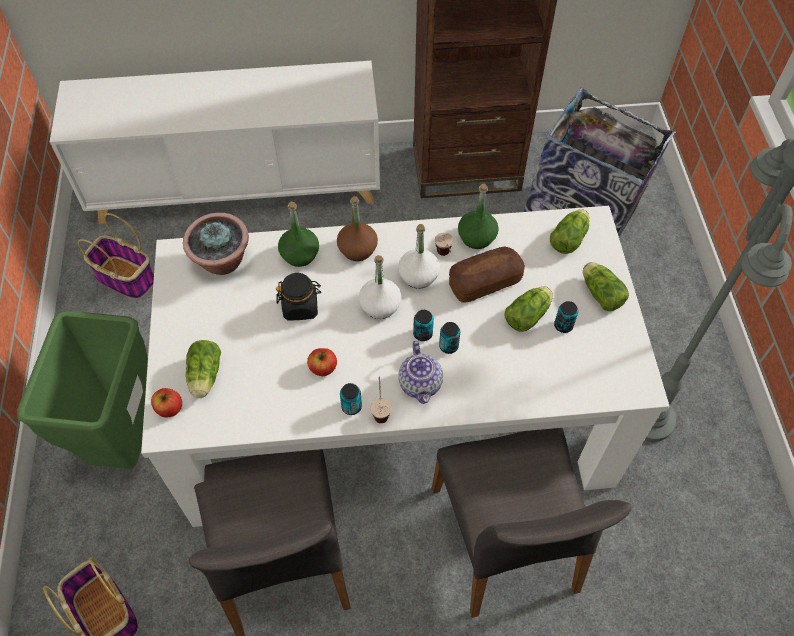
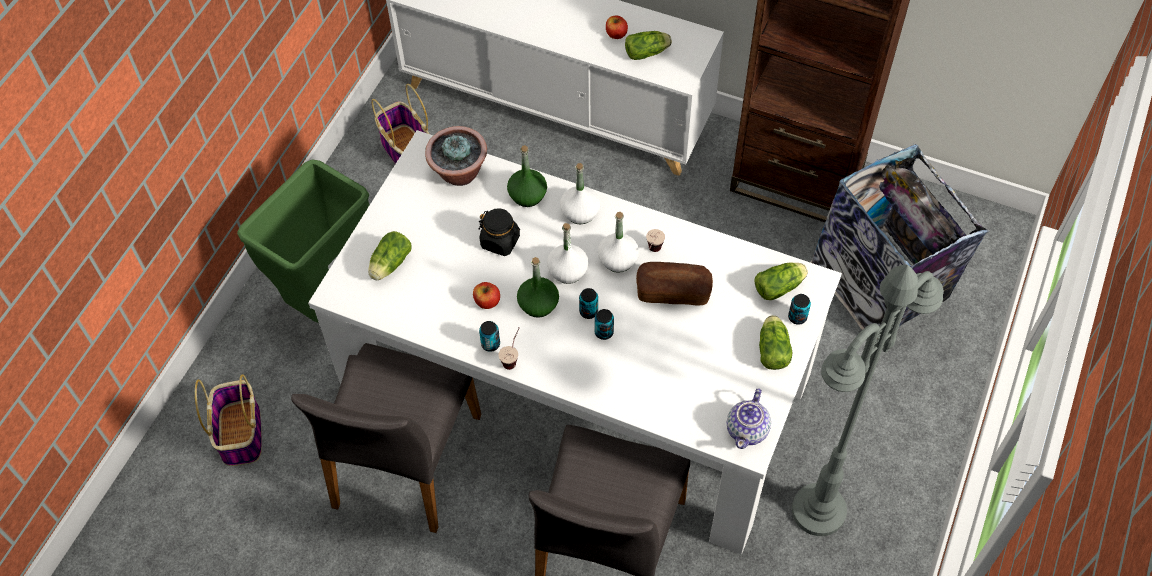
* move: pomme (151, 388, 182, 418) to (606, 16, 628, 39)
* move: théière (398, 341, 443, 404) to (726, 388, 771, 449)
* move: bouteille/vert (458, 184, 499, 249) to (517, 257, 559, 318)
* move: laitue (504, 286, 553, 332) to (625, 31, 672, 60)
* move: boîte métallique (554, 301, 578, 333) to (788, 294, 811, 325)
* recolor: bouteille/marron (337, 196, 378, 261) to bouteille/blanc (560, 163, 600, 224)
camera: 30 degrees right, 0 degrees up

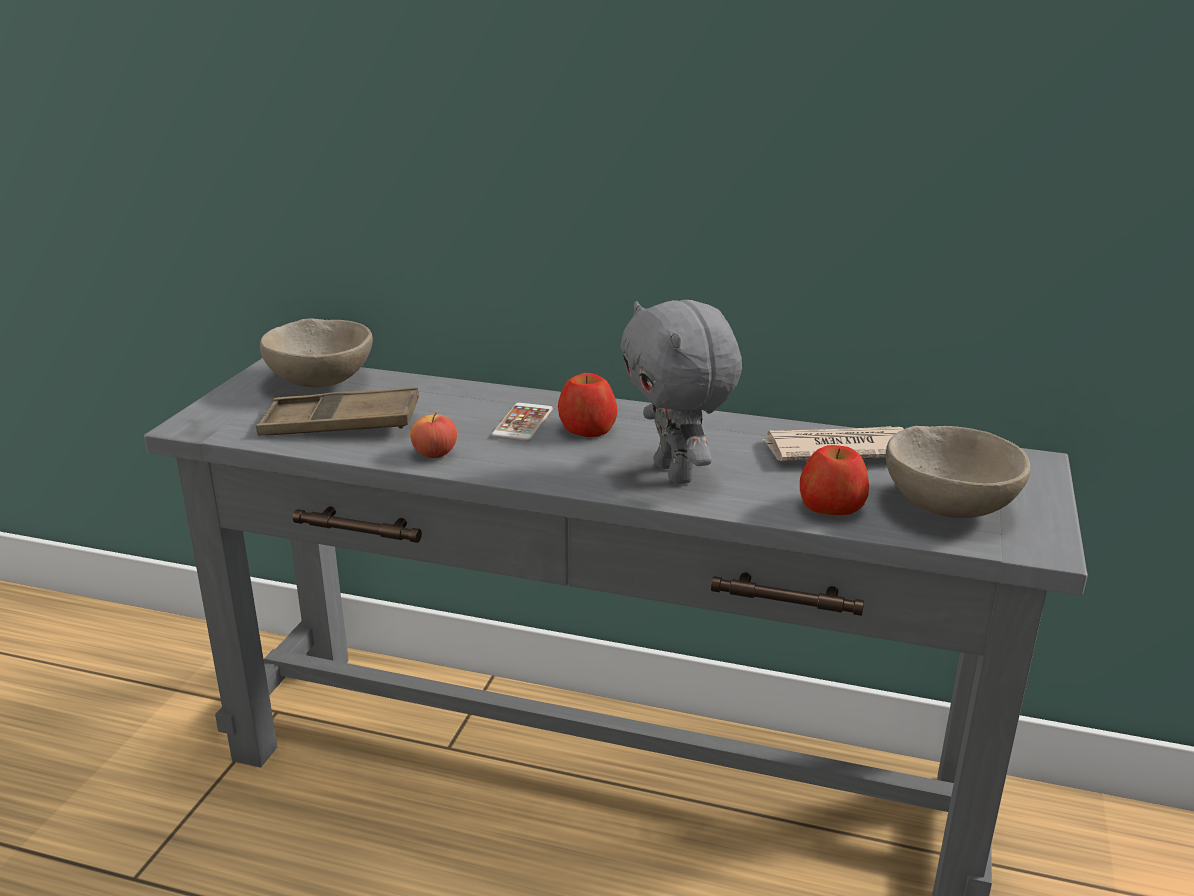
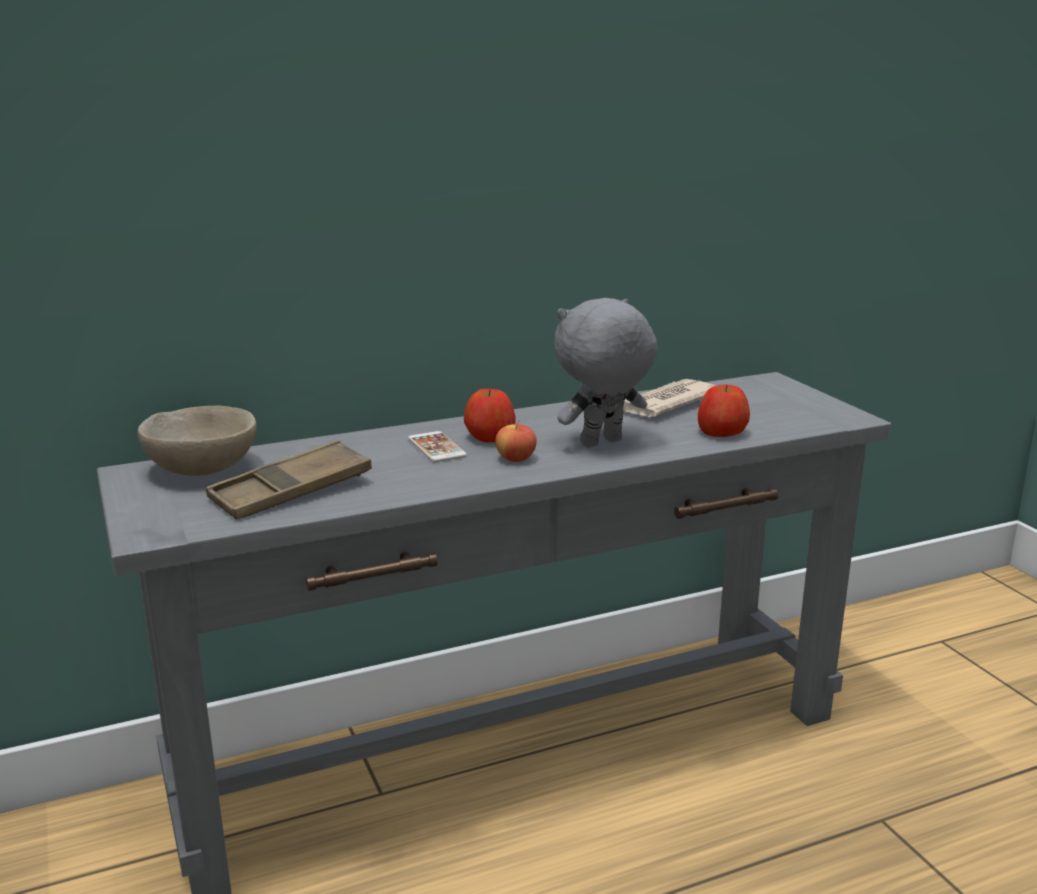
* delete: bol/beige (886, 426, 1030, 518)
* move: pomme (410, 412, 457, 458) to (495, 420, 537, 462)
* rotate: peluche/gris (620, 300, 742, 485) = (554, 298, 658, 448) 120 degrees clockwise
camera: 40 degrees left, 5 degrees down

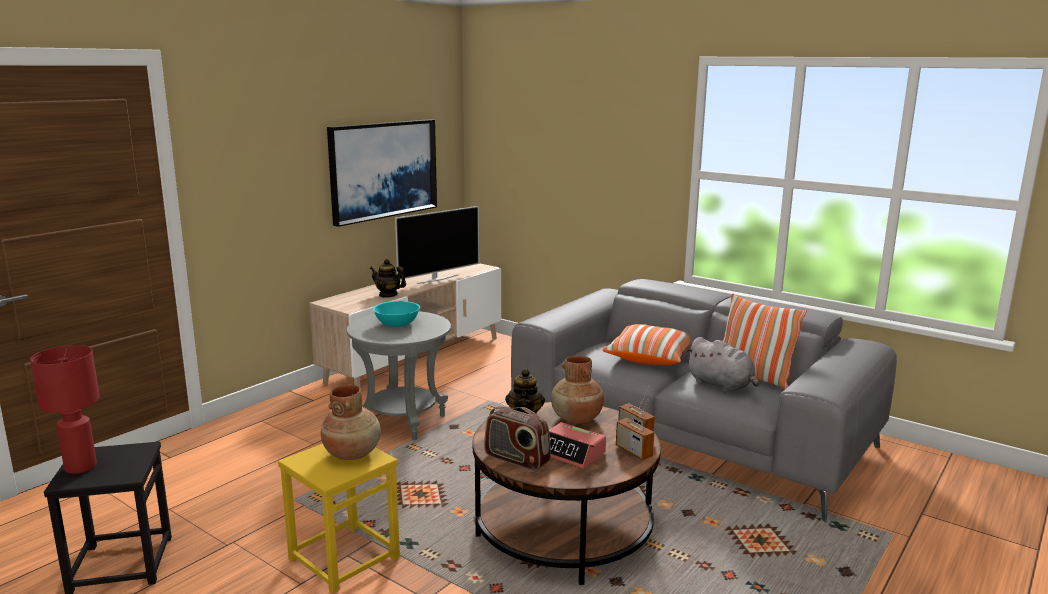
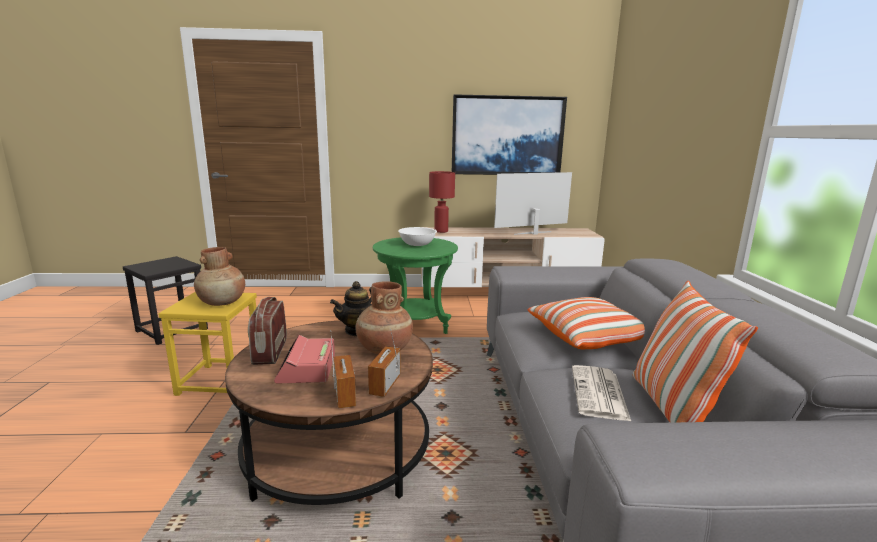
* delete: théière (370, 259, 406, 298)
* move: lampe de table/rouge (30, 345, 100, 474) to (429, 171, 455, 233)
* replace: peluche/gris (686, 337, 759, 392) to journal (572, 365, 631, 421)
* recolor: table d'appoint/gris (347, 311, 451, 440) to table d'appoint/vert (373, 237, 458, 334)
* recolor: bol/turquoise (373, 301, 420, 327) to bol/blanc (398, 227, 437, 246)
* rotate: téléviseur (395, 206, 479, 284) = (494, 172, 572, 235) 150 degrees clockwise
* rotate: radio (616, 399, 654, 460) = (330, 330, 356, 409) 150 degrees clockwise
camera: 50 degrees right, 0 degrees up

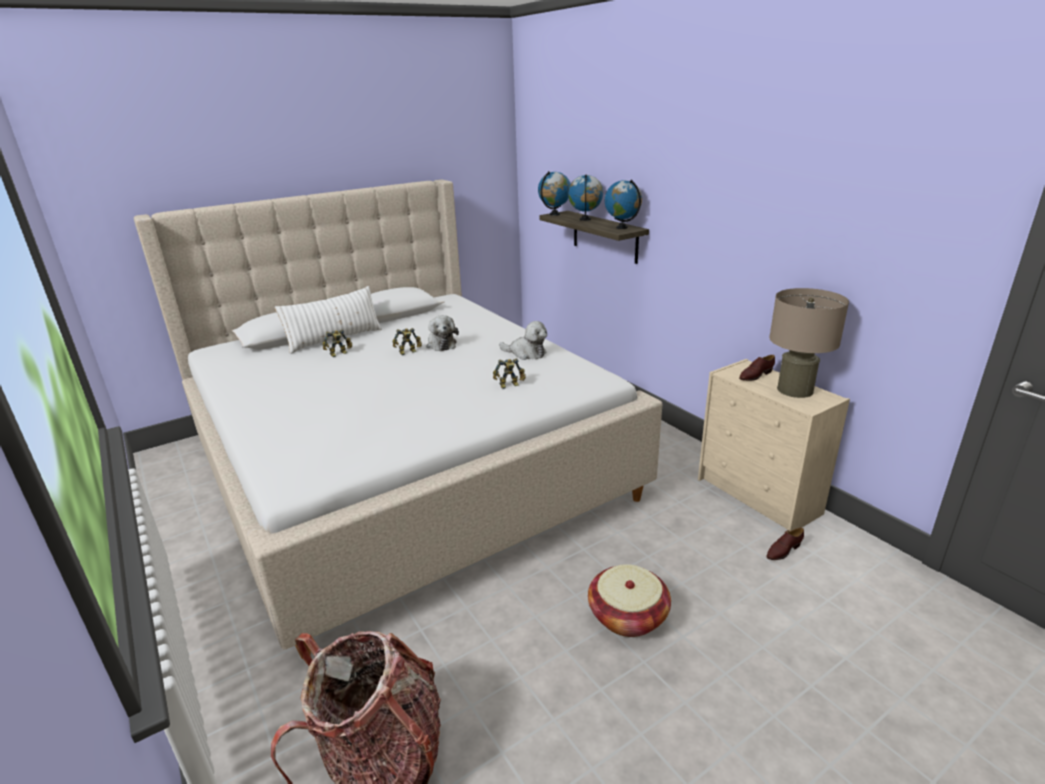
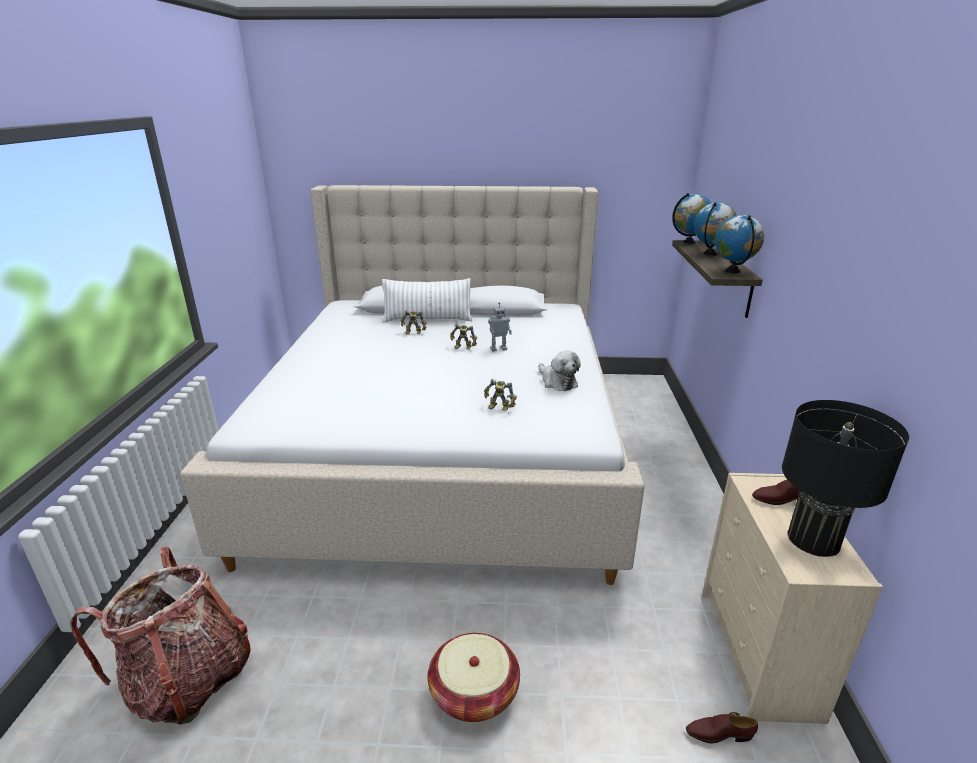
* replace: peluche (427, 315, 459, 351) to robot jouet (488, 302, 512, 352)
* recolor: lampe de table/beige (769, 288, 849, 398) to lampe de table/noir (782, 400, 909, 557)
camera: 35 degrees right, 0 degrees up

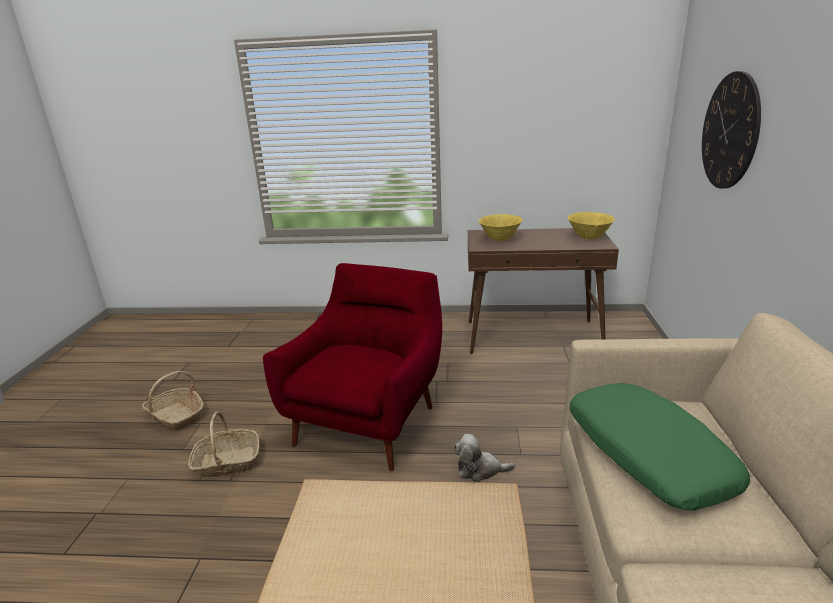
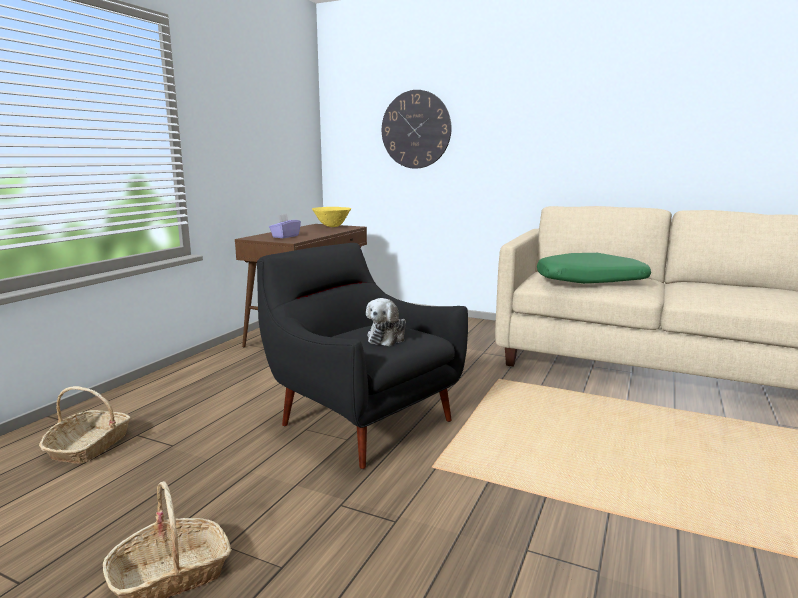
* move: panier (188, 412, 259, 478) to (39, 386, 131, 464)
* move: peluche (454, 434, 515, 482) to (366, 298, 406, 346)
* replace: bol/jaune (479, 214, 522, 241) to boîte à mouchoirs/violet (269, 214, 301, 238)
* recolor: fauteuil/rouge (263, 263, 442, 471) to fauteuil/noir (257, 243, 468, 469)
camera: 70 degrees left, 10 degrees down

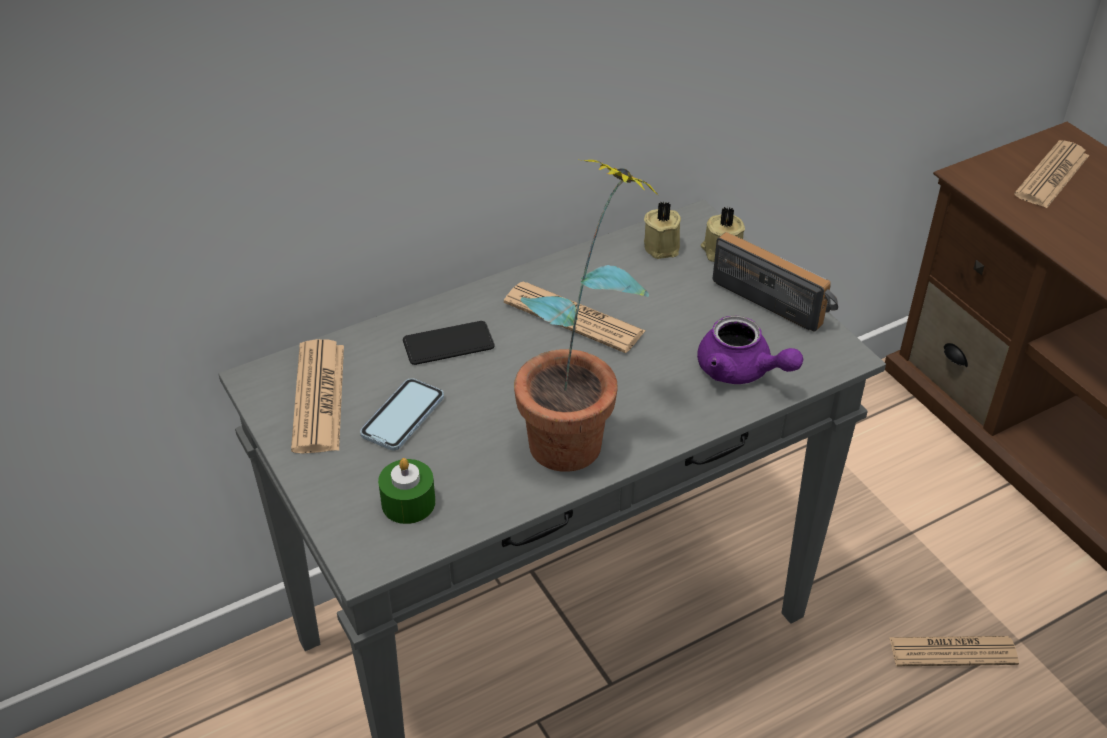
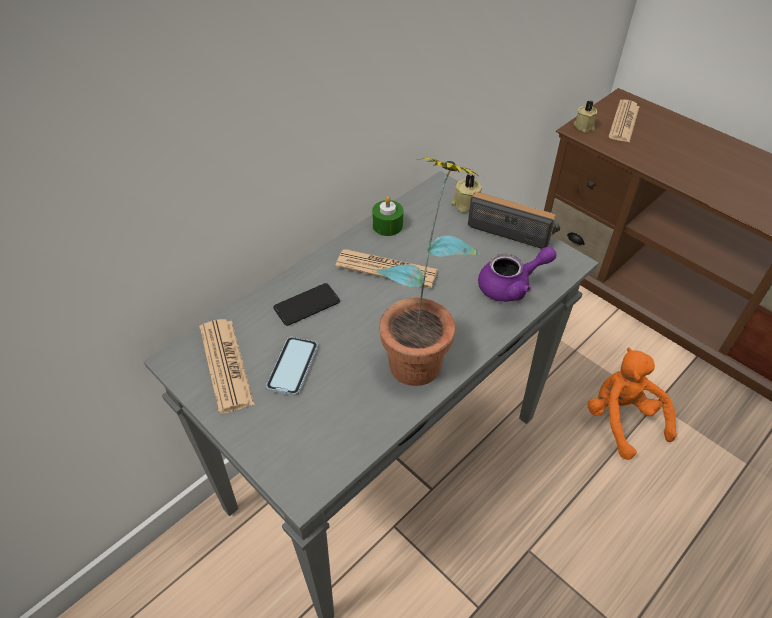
* move: bougie/vert (378, 458, 436, 524) to (372, 196, 403, 236)
* move: bougie/beige (644, 201, 681, 259) to (574, 100, 597, 132)
* replace: journal (889, 636, 1019, 666) to peluche/orange (588, 348, 677, 460)
* rotate: théière/violet (697, 316, 803, 384) = (478, 246, 556, 302) 45 degrees counterclockwise
camera: 15 degrees left, 5 degrees up

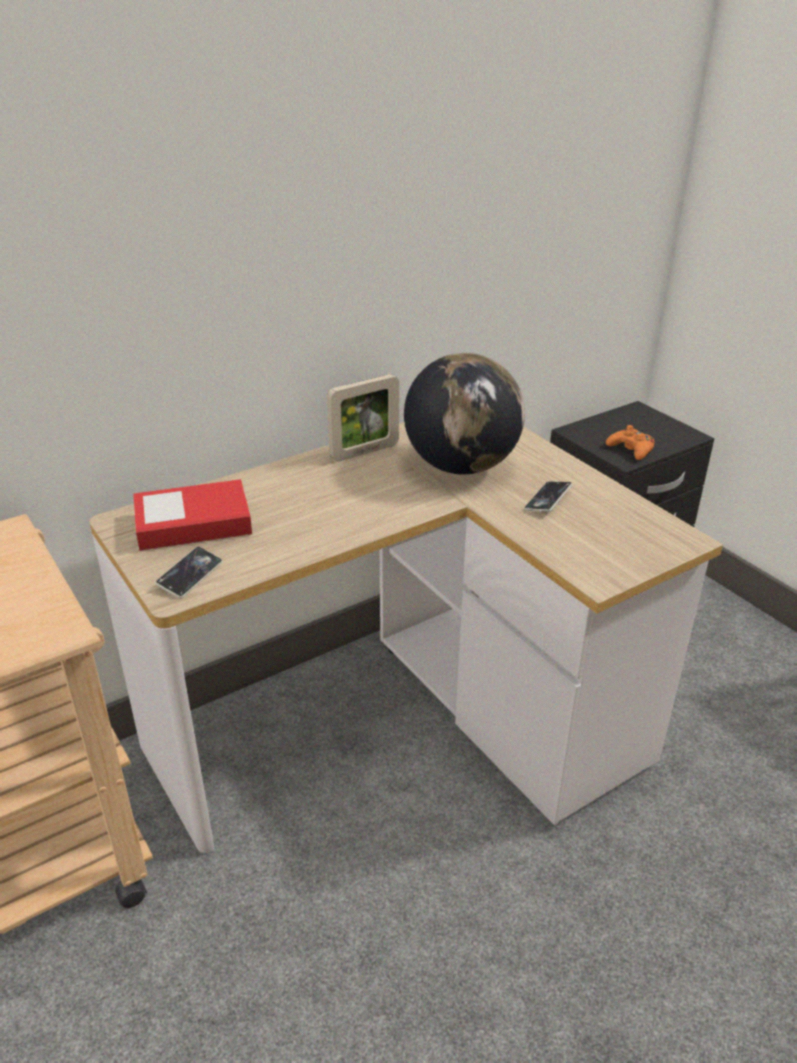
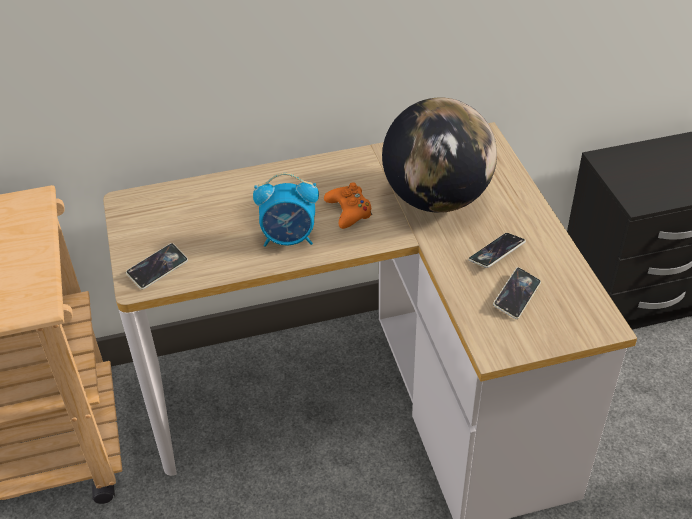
* delete: livre (133, 479, 252, 551)
* delete: cadre photo (327, 374, 399, 462)
* insert: réveil (253, 173, 319, 247)
* insert: téléphone (493, 267, 541, 319)
* move: manette/orange (606, 425, 654, 460) to (324, 182, 372, 229)
camera: 20 degrees right, 10 degrees up

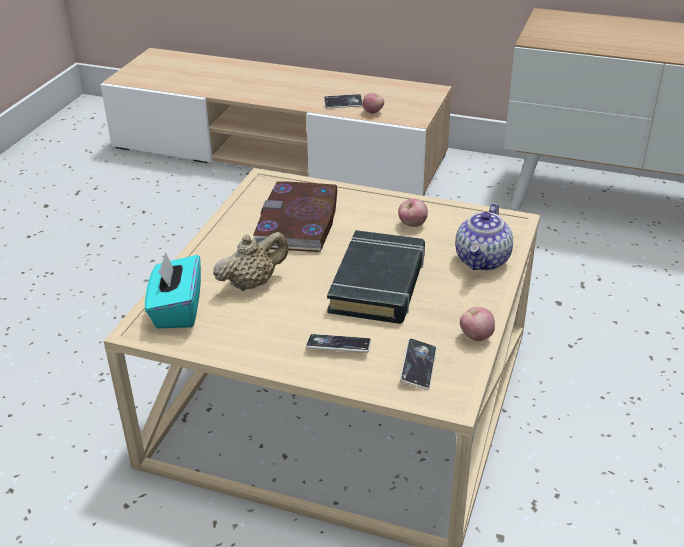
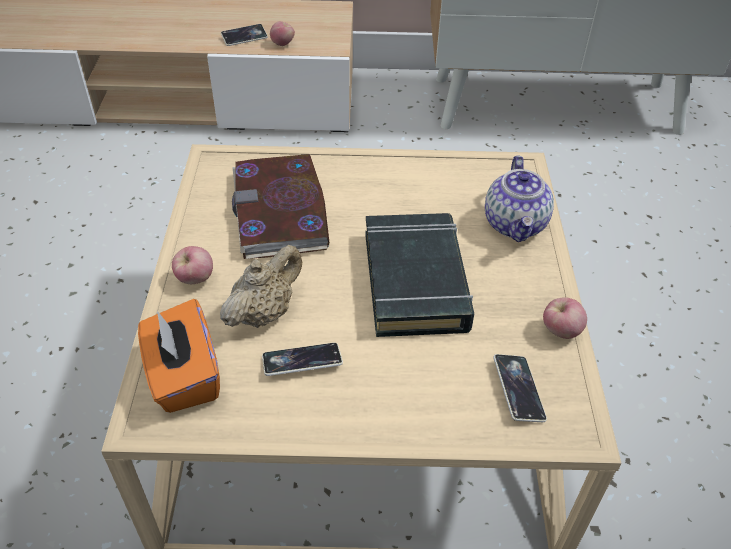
* move: téléphone (306, 334, 371, 352) to (262, 343, 343, 376)
* move: pomme (398, 199, 428, 227) to (172, 246, 213, 284)
* recolor: boîte à mouchoirs/turquoise (145, 252, 201, 328) to boîte à mouchoirs/orange (138, 299, 220, 413)
camera: 20 degrees left, 10 degrees up

